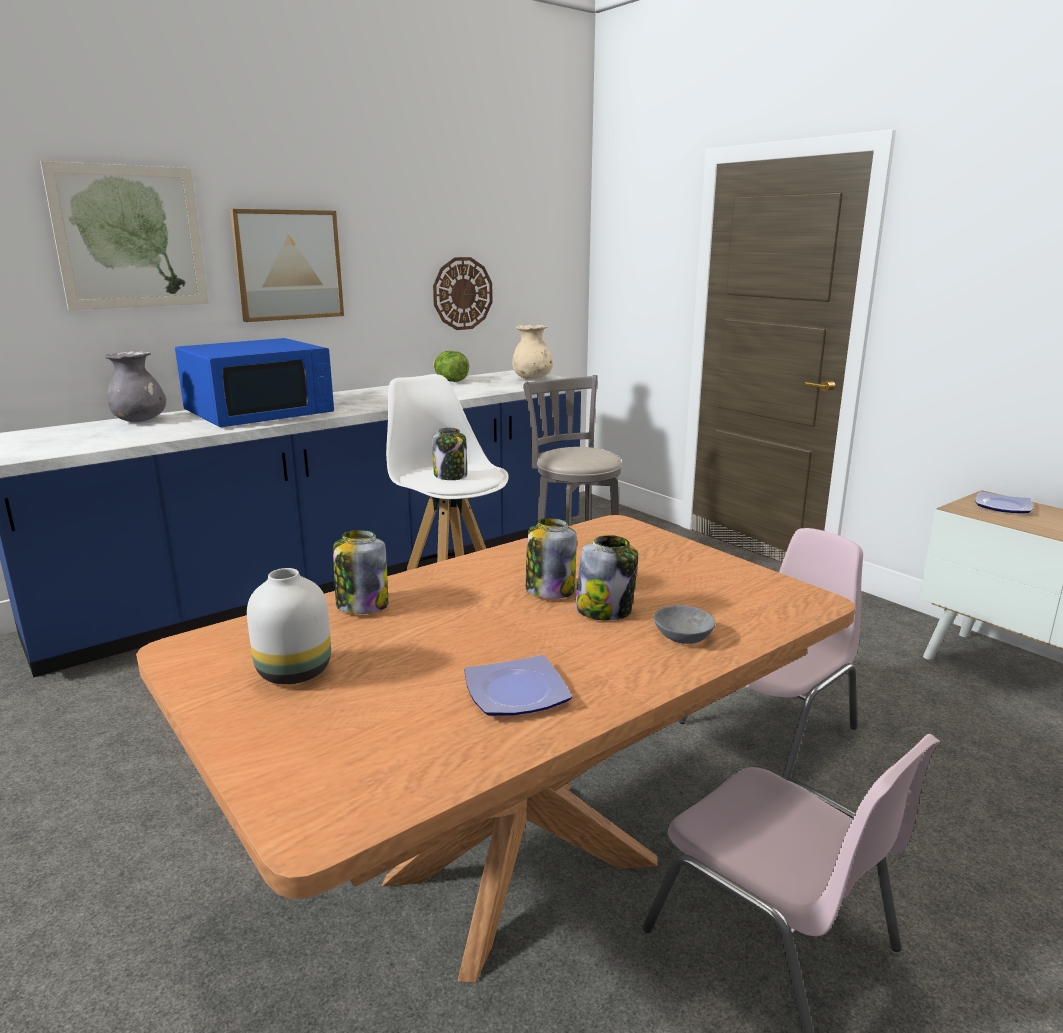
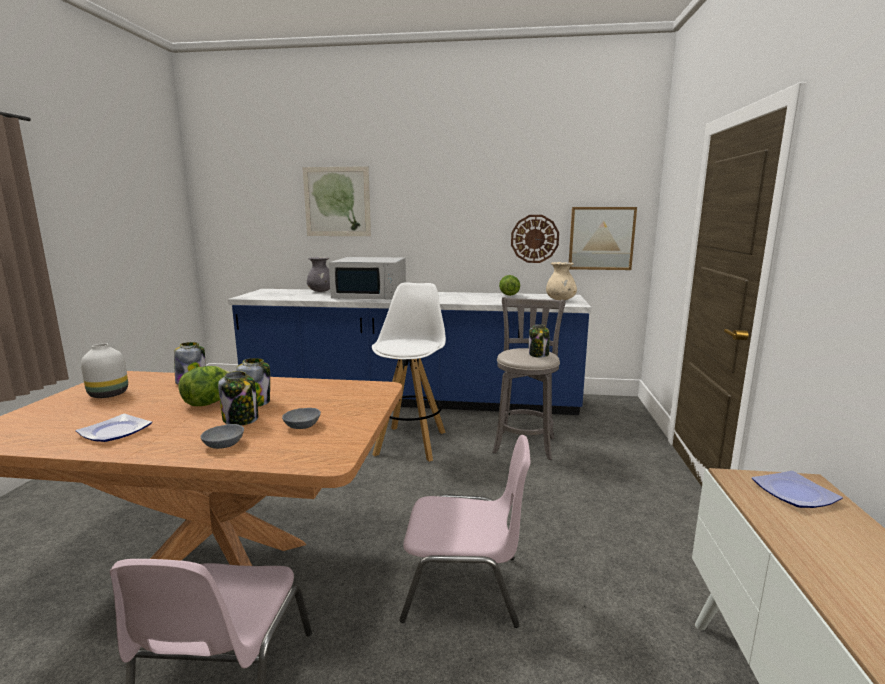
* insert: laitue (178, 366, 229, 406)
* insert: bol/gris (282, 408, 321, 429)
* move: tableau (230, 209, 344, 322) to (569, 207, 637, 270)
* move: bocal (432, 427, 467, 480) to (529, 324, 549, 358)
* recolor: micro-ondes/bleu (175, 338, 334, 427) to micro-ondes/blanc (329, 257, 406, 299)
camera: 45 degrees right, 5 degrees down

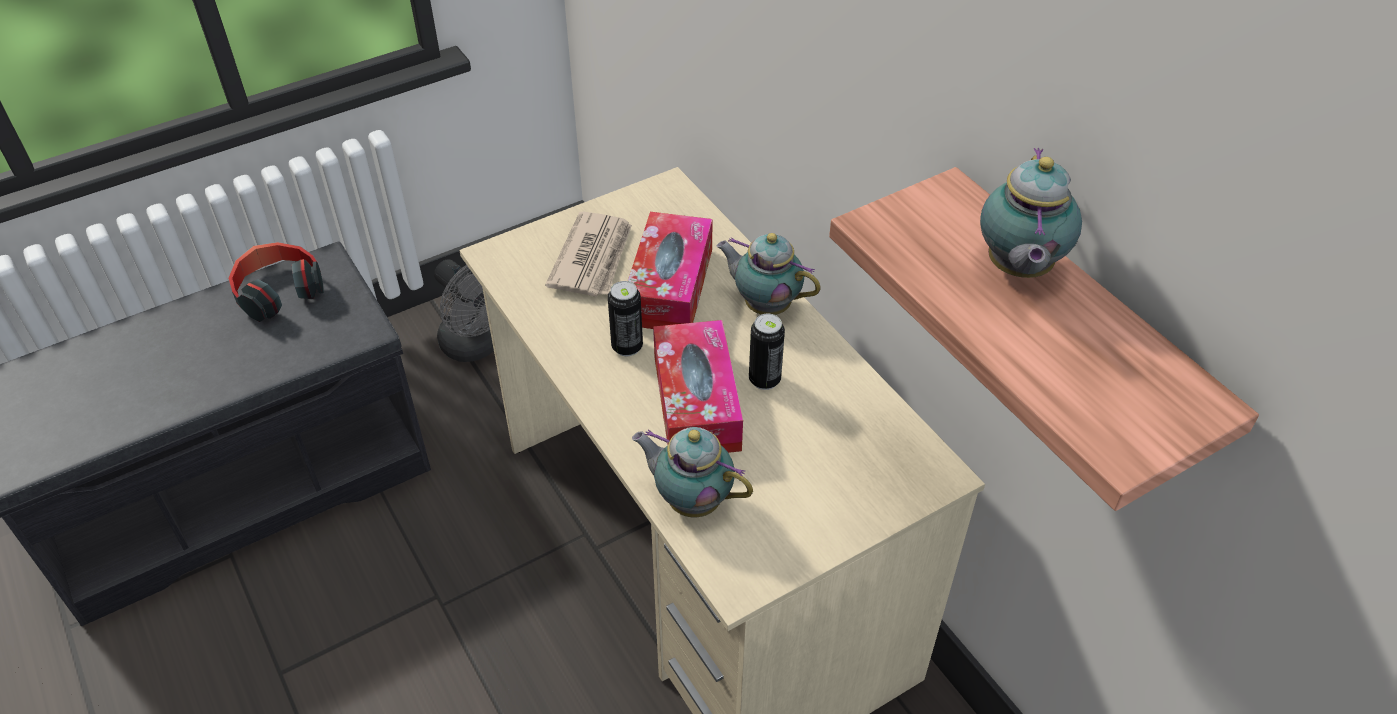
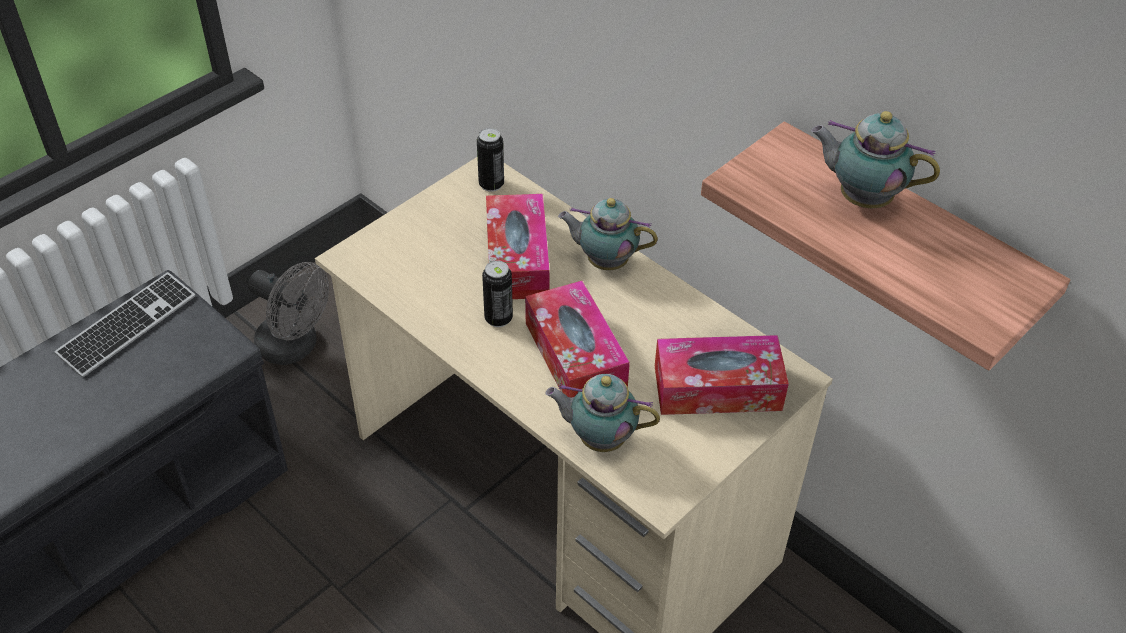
* delete: journal (545, 212, 632, 297)
* insert: boîte à mouchoirs (655, 335, 789, 415)
* move: boîte métallique (749, 314, 785, 390) to (477, 128, 504, 192)
* replace: casque audio (228, 242, 324, 322) to clavier (54, 272, 195, 377)
* rotate: théière (980, 148, 1082, 278) = (811, 111, 940, 208) 120 degrees clockwise
camera: 15 degrees left, 0 degrees up

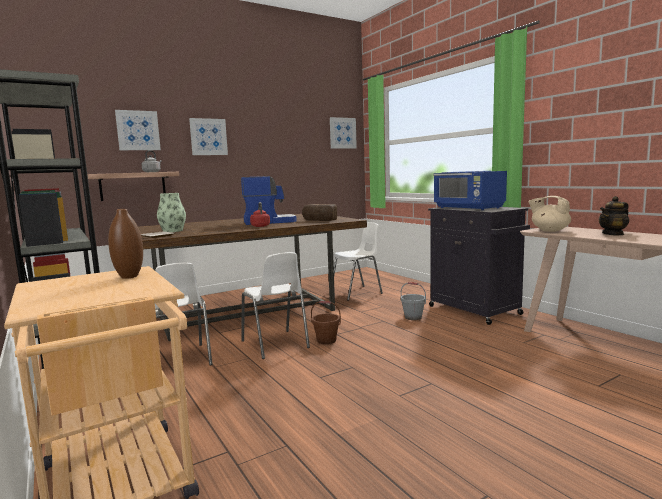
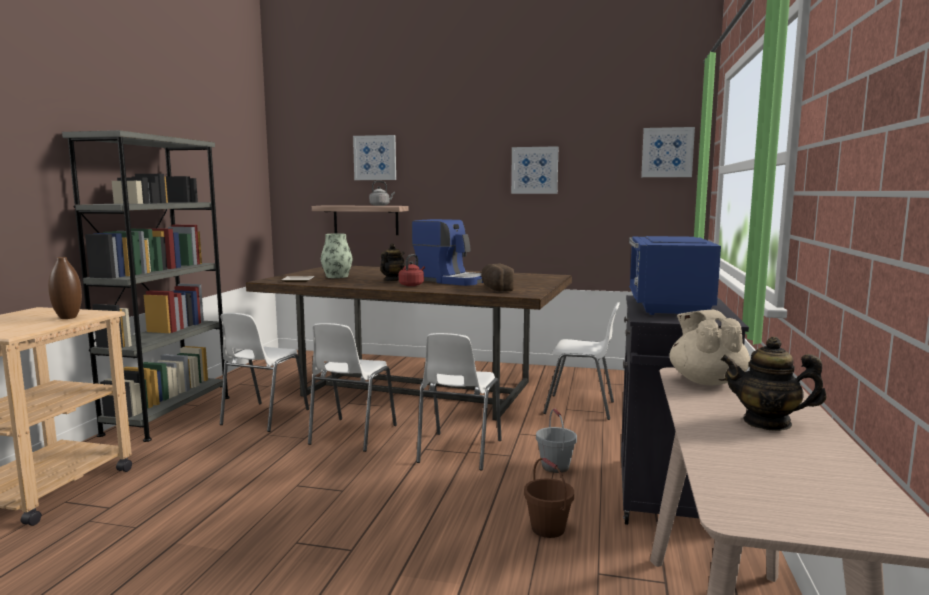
* insert: théière (380, 244, 406, 281)
* insert: chaise/blanc (416, 333, 502, 471)
* move: tableau (189, 118, 228, 155) to (511, 146, 558, 194)
* move: seau/marron (311, 301, 341, 344) to (524, 458, 574, 538)
camera: 45 degrees right, 0 degrees up

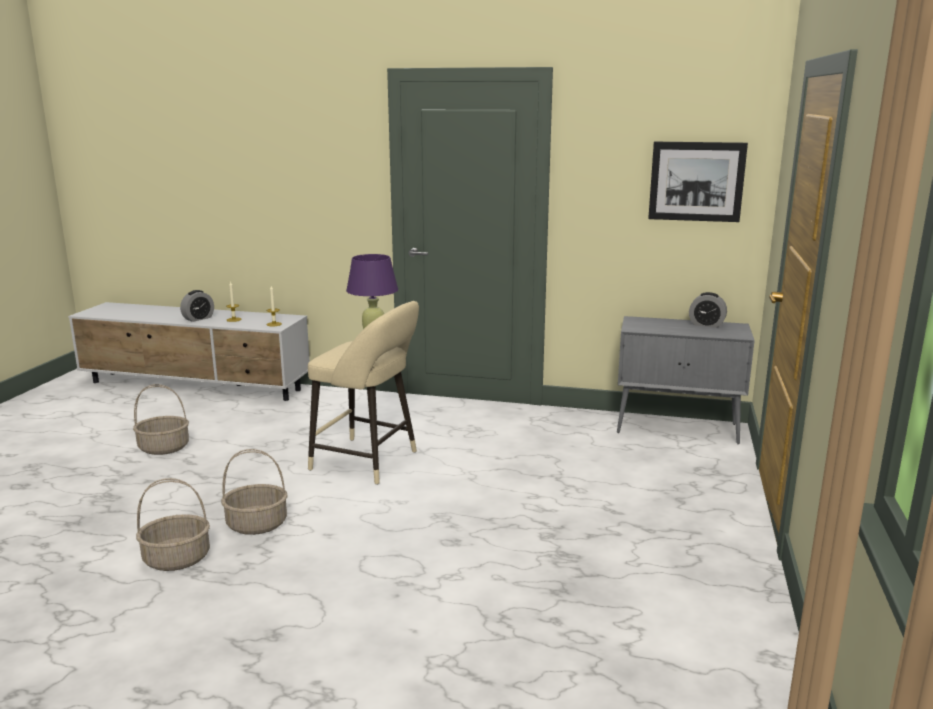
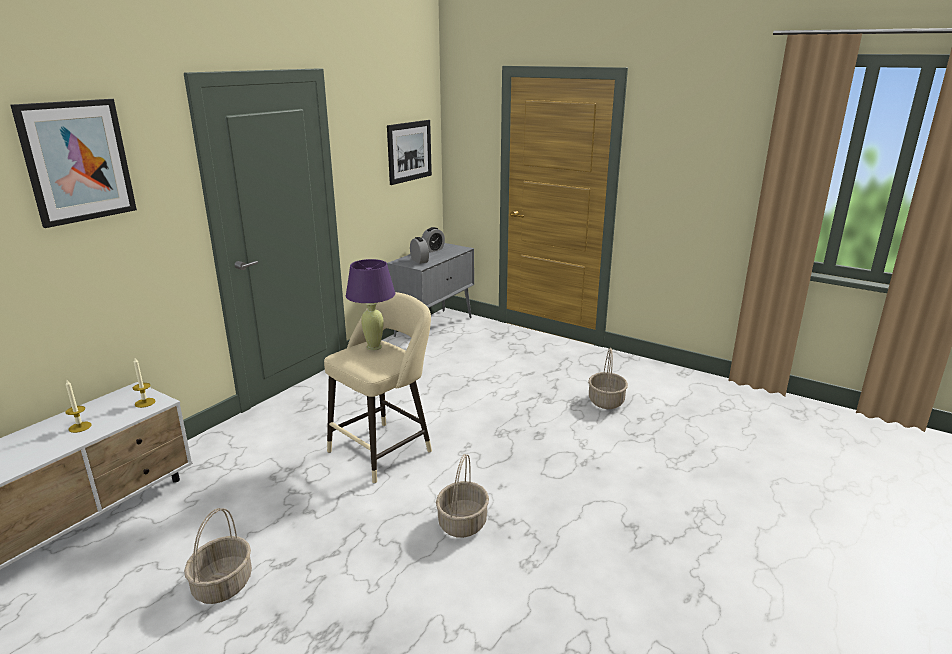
* insert: tableau (10, 99, 137, 228)
* move: panier (136, 478, 210, 571) to (588, 348, 628, 409)
* move: réveil (180, 290, 214, 322) to (410, 237, 429, 264)
camera: 70 degrees left, 5 degrees up

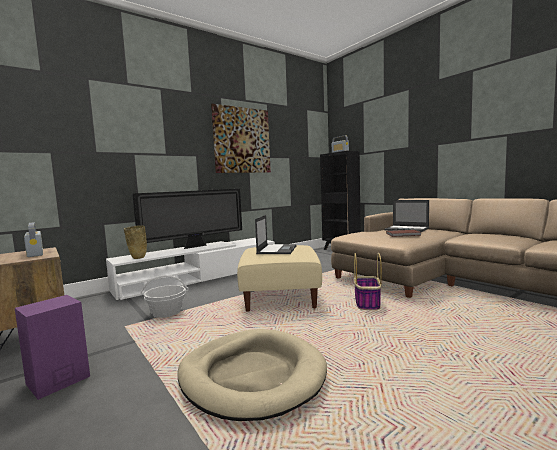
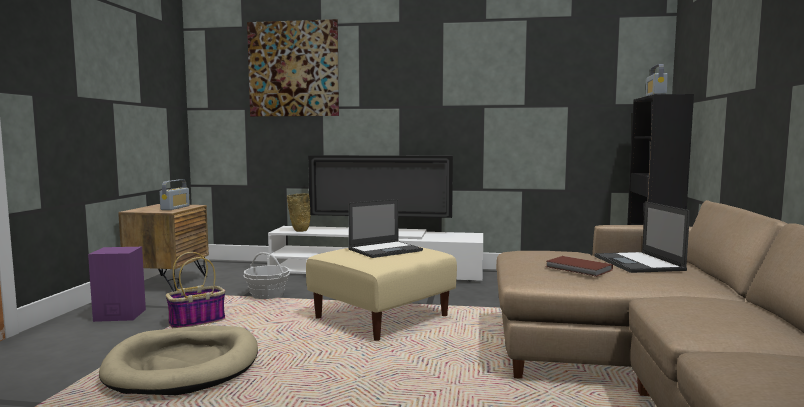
* move: tableau (211, 104, 271, 173) to (247, 19, 339, 117)
* move: panier (354, 253, 382, 310) to (166, 252, 225, 328)
camera: 45 degrees right, 0 degrees up

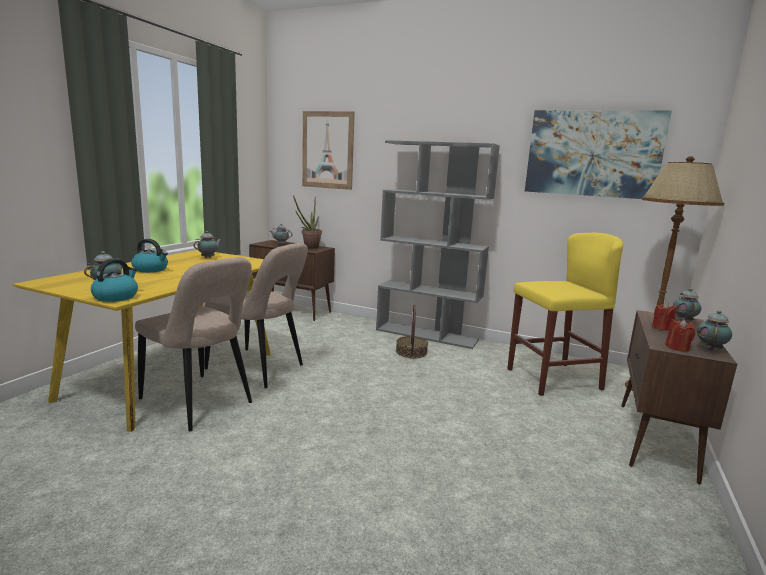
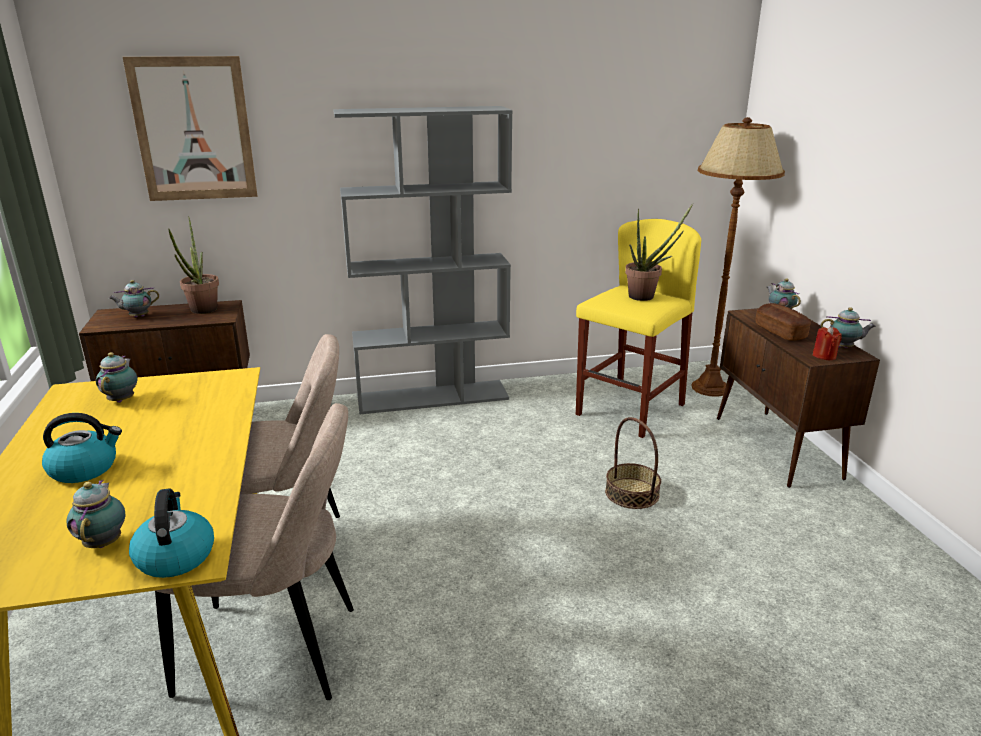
* delete: tableau (525, 110, 672, 199)
* insert: plante en pot (625, 203, 693, 301)
* move: panier (396, 304, 428, 358) to (605, 417, 661, 509)
* replace: bougie/rouge (652, 302, 677, 331) to pain (756, 303, 811, 341)
* rotate: théière (697, 310, 732, 351) = (821, 307, 876, 348) 105 degrees clockwise
camera: 35 degrees left, 10 degrees up

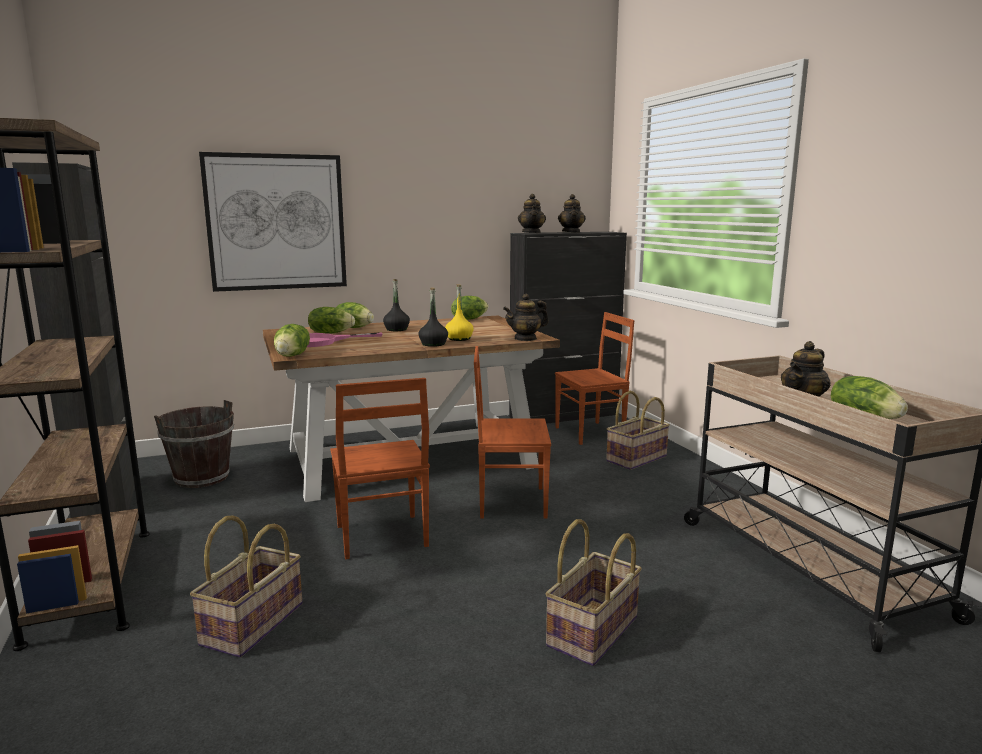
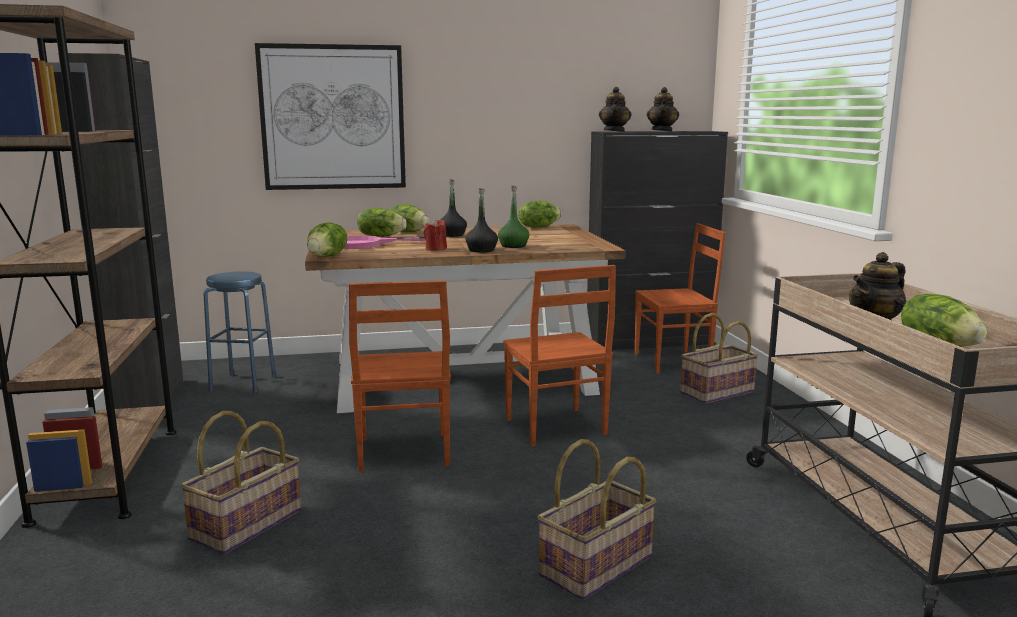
* delete: théière (503, 294, 549, 341)
* insert: bougie/rouge (424, 219, 447, 251)
* replace: seau/marron (154, 400, 234, 488) to tabouret/bleu (204, 271, 276, 393)
* recolor: bouteille/jaune (445, 284, 474, 341) to bouteille/vert (498, 185, 530, 248)
* rotate: chaise/marron (474, 346, 551, 519) = (503, 265, 616, 446) 120 degrees counterclockwise
camera: 10 degrees right, 0 degrees up

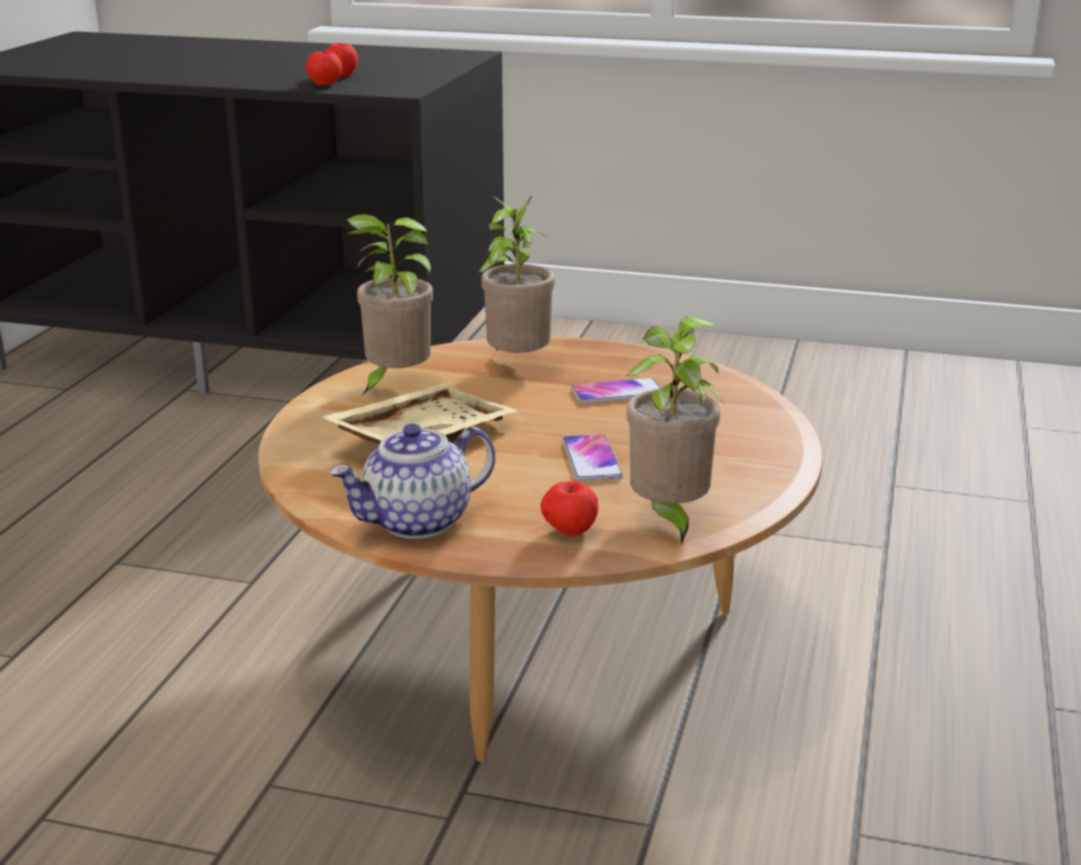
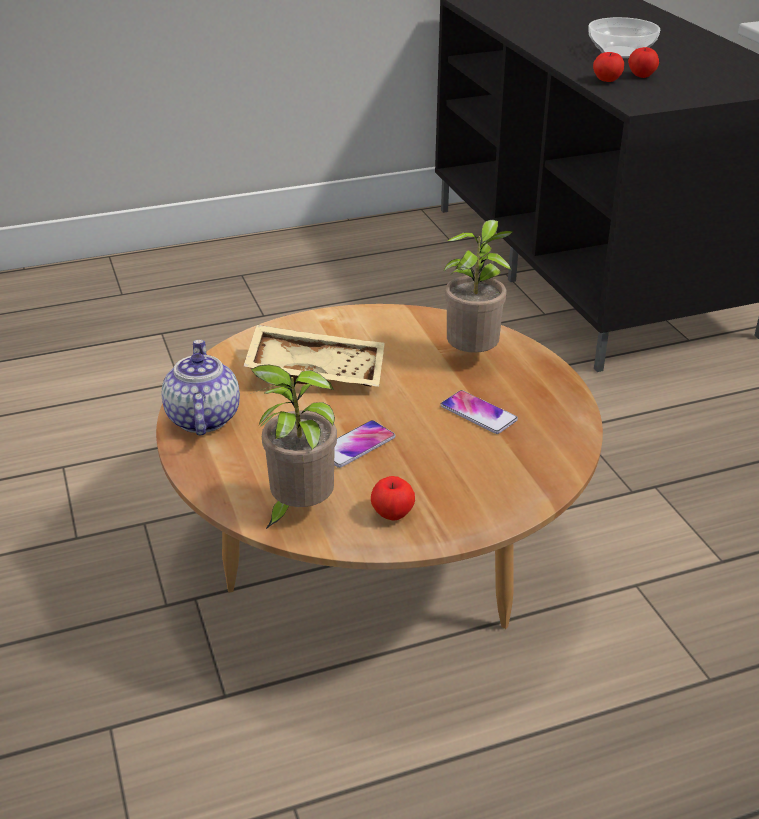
* delete: plante en pot (347, 214, 433, 395)
* insert: bol (588, 17, 660, 58)
* move: pomme (540, 481, 598, 536) to (371, 476, 415, 521)
* rotate: théière (329, 424, 495, 539) = (162, 340, 240, 436) 60 degrees clockwise
camera: 55 degrees right, 10 degrees up

